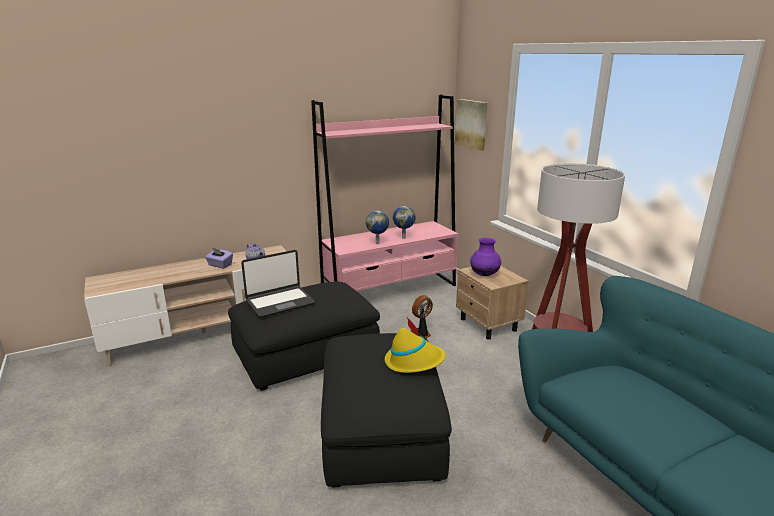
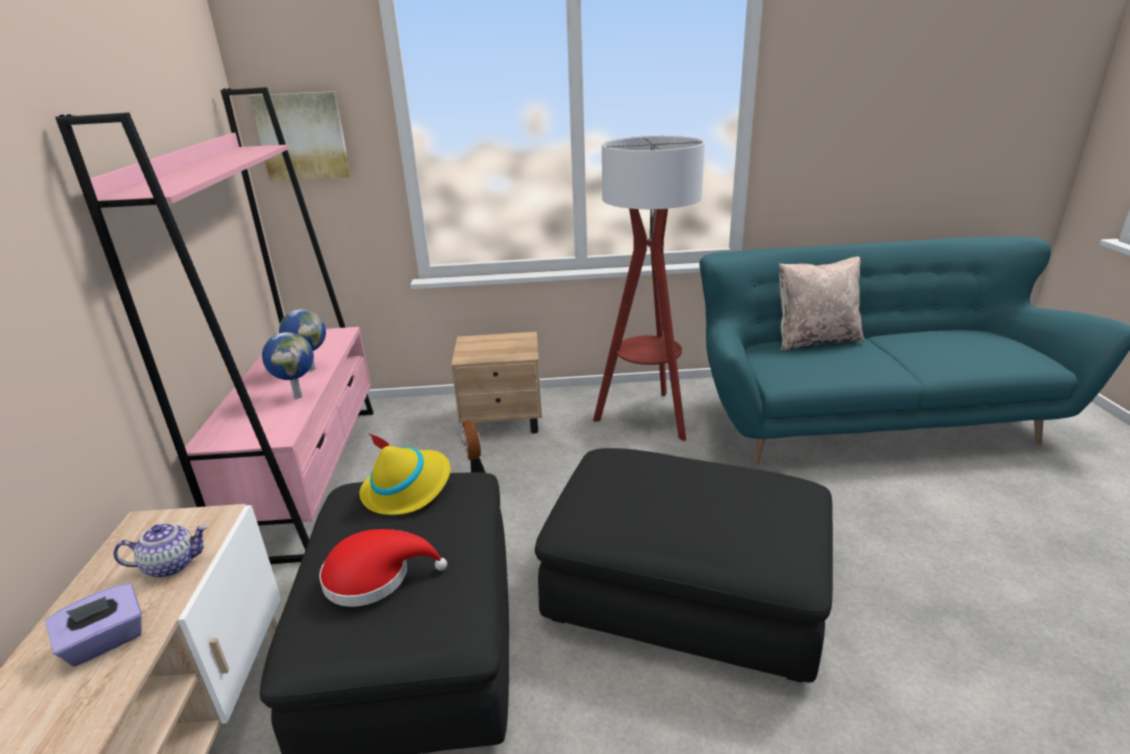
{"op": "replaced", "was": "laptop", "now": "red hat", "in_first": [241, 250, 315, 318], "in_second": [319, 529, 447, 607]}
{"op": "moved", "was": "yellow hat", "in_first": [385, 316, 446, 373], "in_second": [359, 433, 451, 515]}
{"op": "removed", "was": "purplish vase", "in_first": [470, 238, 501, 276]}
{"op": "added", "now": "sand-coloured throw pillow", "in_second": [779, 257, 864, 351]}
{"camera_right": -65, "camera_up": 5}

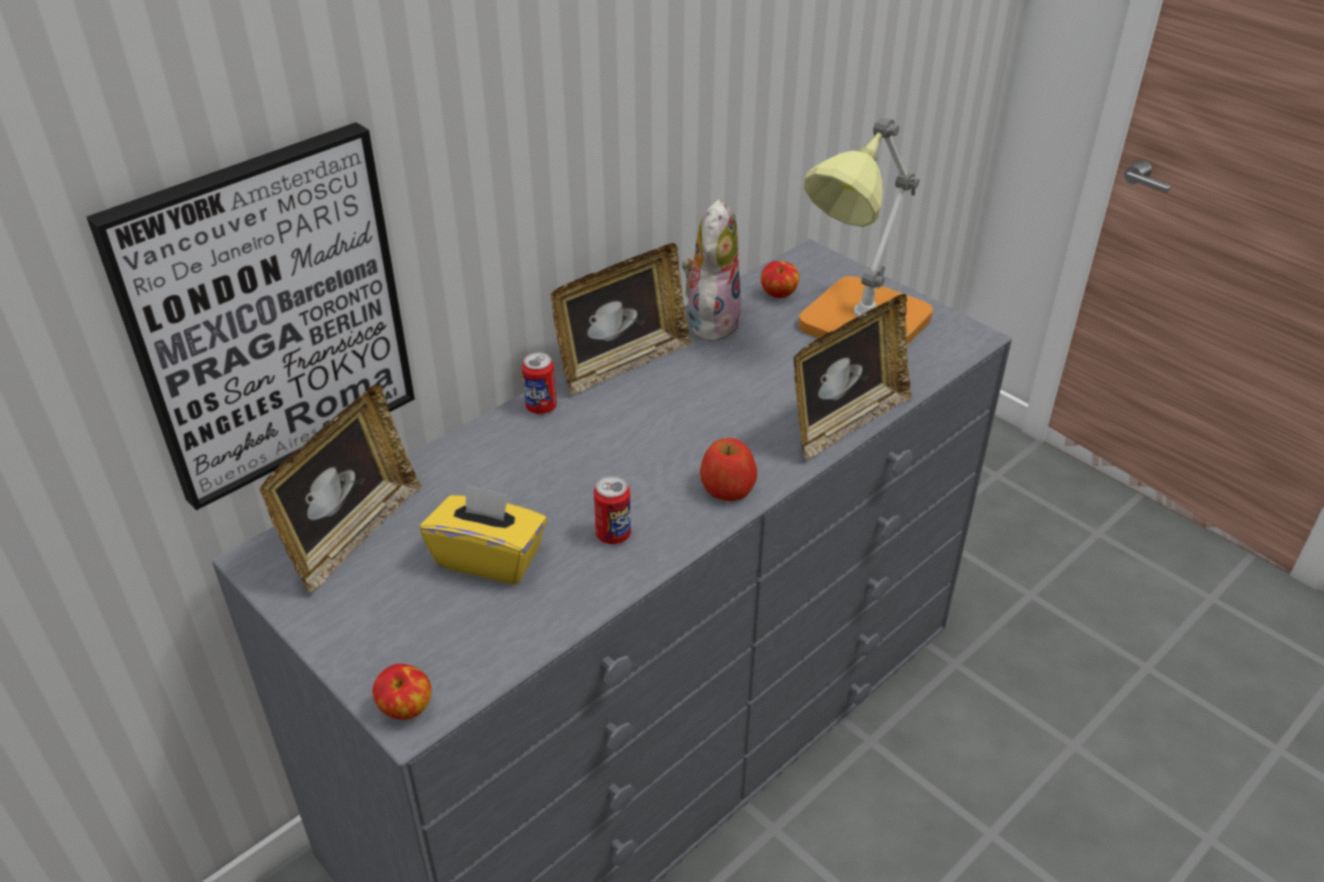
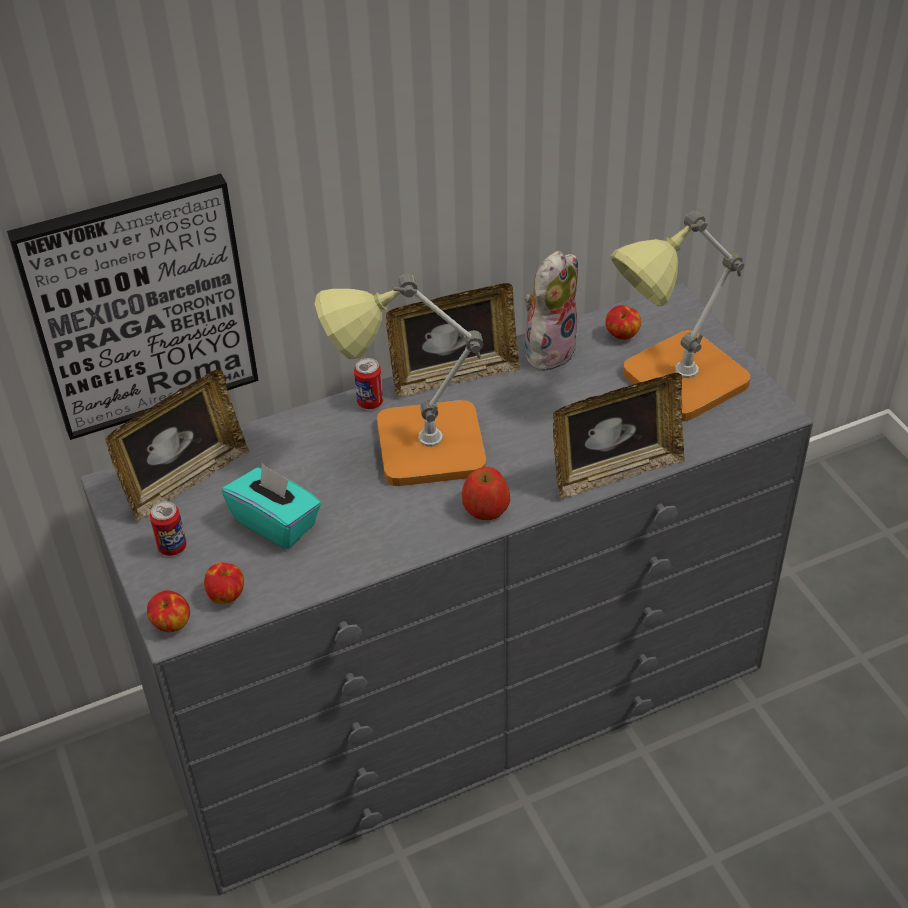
{"op": "recoloured", "was": "yellow tissue box", "now": "blue-green tissue box", "in_first": [420, 483, 547, 584], "in_second": [222, 463, 321, 549]}
{"op": "moved", "was": "metal can", "in_first": [594, 476, 631, 544], "in_second": [150, 501, 187, 556]}
{"op": "added", "now": "apple", "in_second": [204, 562, 244, 604]}
{"op": "added", "now": "tabletop lamp", "in_second": [315, 274, 486, 486]}
{"camera_right": 20, "camera_up": 5}

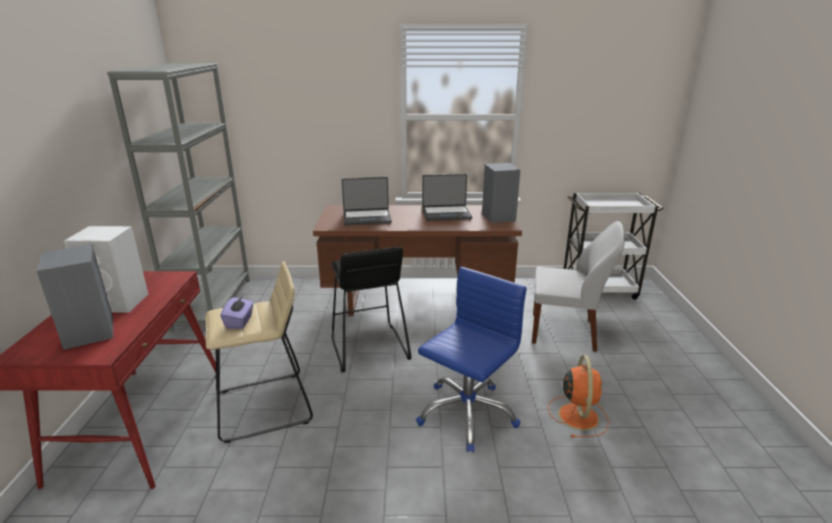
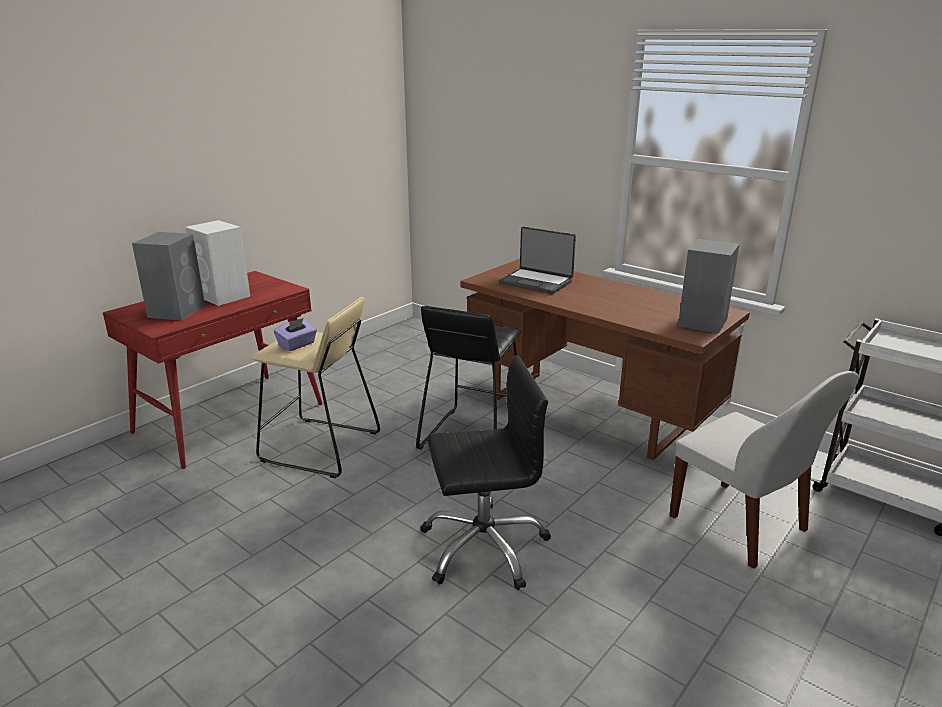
{"op": "removed", "was": "gray bookcase", "in_first": [107, 63, 250, 332]}
{"op": "recoloured", "was": "bluish computer chair", "now": "blackish computer chair", "in_first": [416, 267, 527, 452], "in_second": [420, 355, 551, 590]}
{"op": "removed", "was": "laptop", "in_first": [422, 174, 472, 221]}
{"op": "removed", "was": "orange electric fan", "in_first": [548, 355, 609, 438]}
{"camera_right": 40, "camera_up": 0}

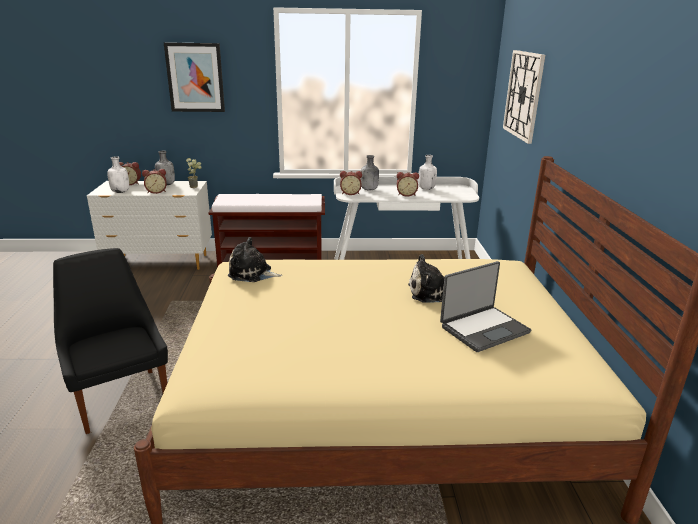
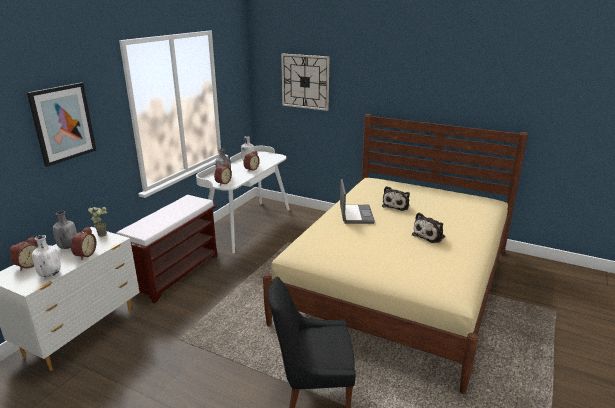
{"op": "moved", "was": "soft toy", "in_first": [228, 237, 282, 282], "in_second": [412, 212, 445, 243]}
{"op": "moved", "was": "laptop", "in_first": [440, 261, 531, 352], "in_second": [340, 179, 375, 224]}
{"camera_right": -60, "camera_up": 0}

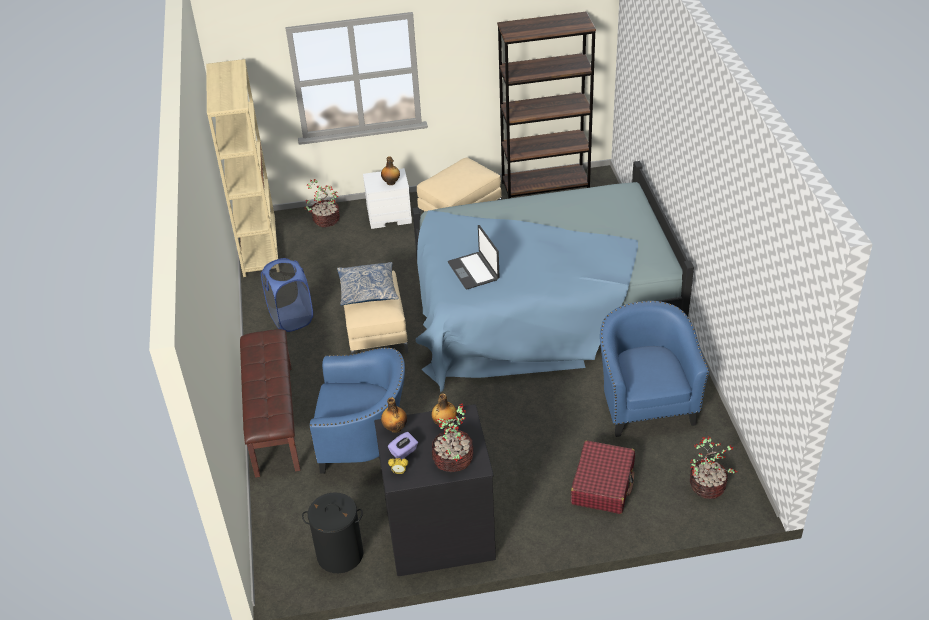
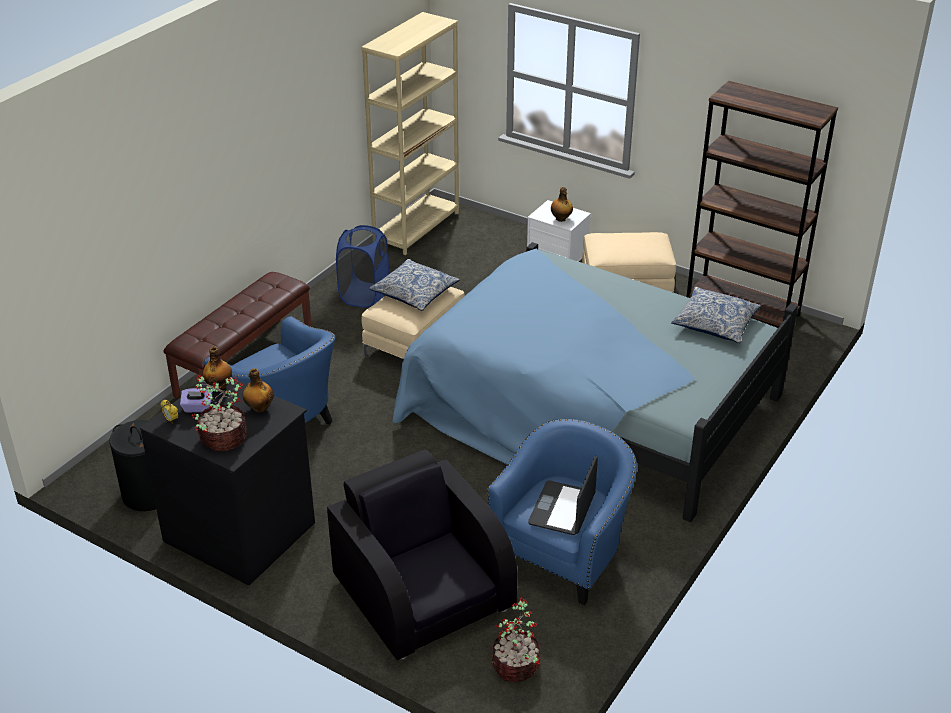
{"op": "removed", "was": "houseplant", "in_first": [305, 179, 340, 227]}
{"op": "moved", "was": "laptop", "in_first": [448, 225, 500, 289], "in_second": [528, 455, 598, 535]}
{"op": "replaced", "was": "red travel case", "now": "blackish easy chair", "in_first": [571, 440, 635, 514], "in_second": [327, 449, 517, 660]}
{"op": "added", "now": "throw pillow", "in_second": [671, 287, 761, 343]}
{"camera_right": 40, "camera_up": -5}

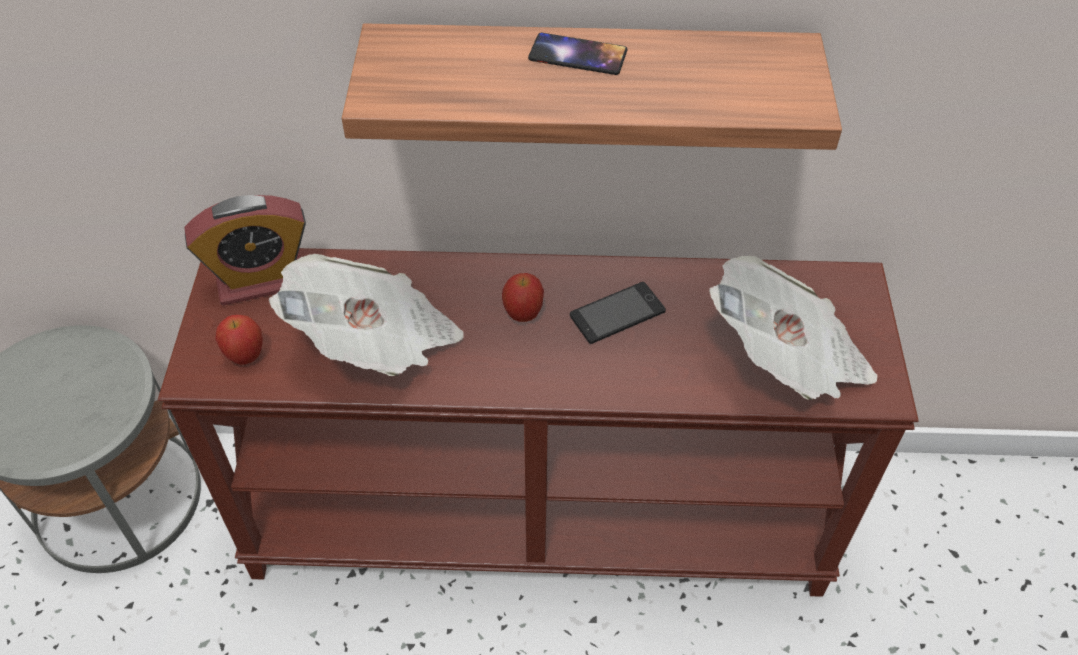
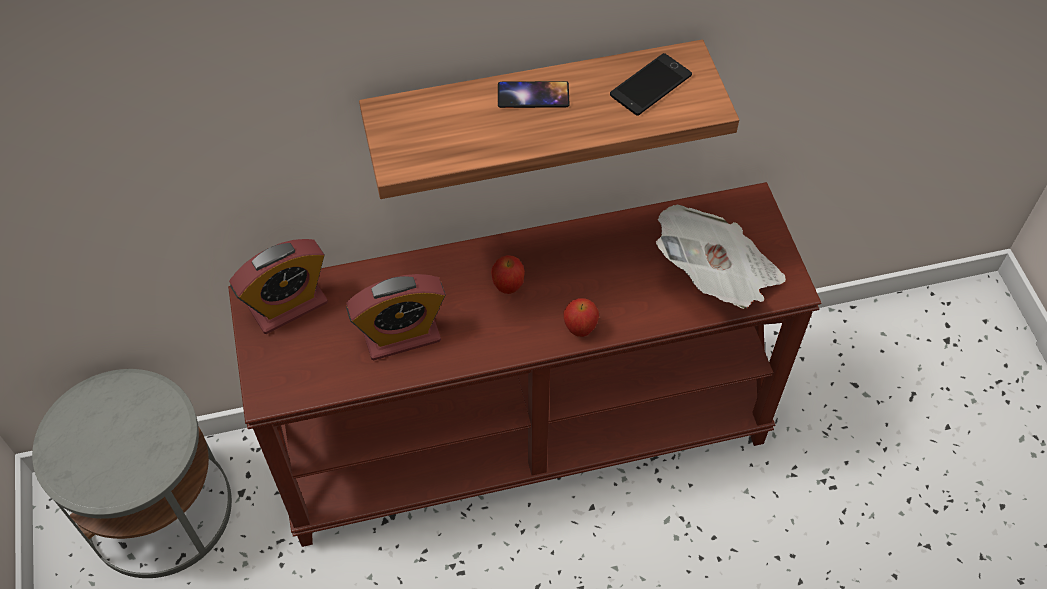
{"op": "moved", "was": "apple", "in_first": [215, 315, 263, 365], "in_second": [564, 298, 599, 337]}
{"op": "replaced", "was": "printed paper", "now": "table clock", "in_first": [269, 254, 463, 376], "in_second": [346, 274, 446, 360]}
{"op": "moved", "was": "telephone", "in_first": [570, 282, 666, 344], "in_second": [610, 53, 692, 116]}
{"camera_right": -15, "camera_up": 5}

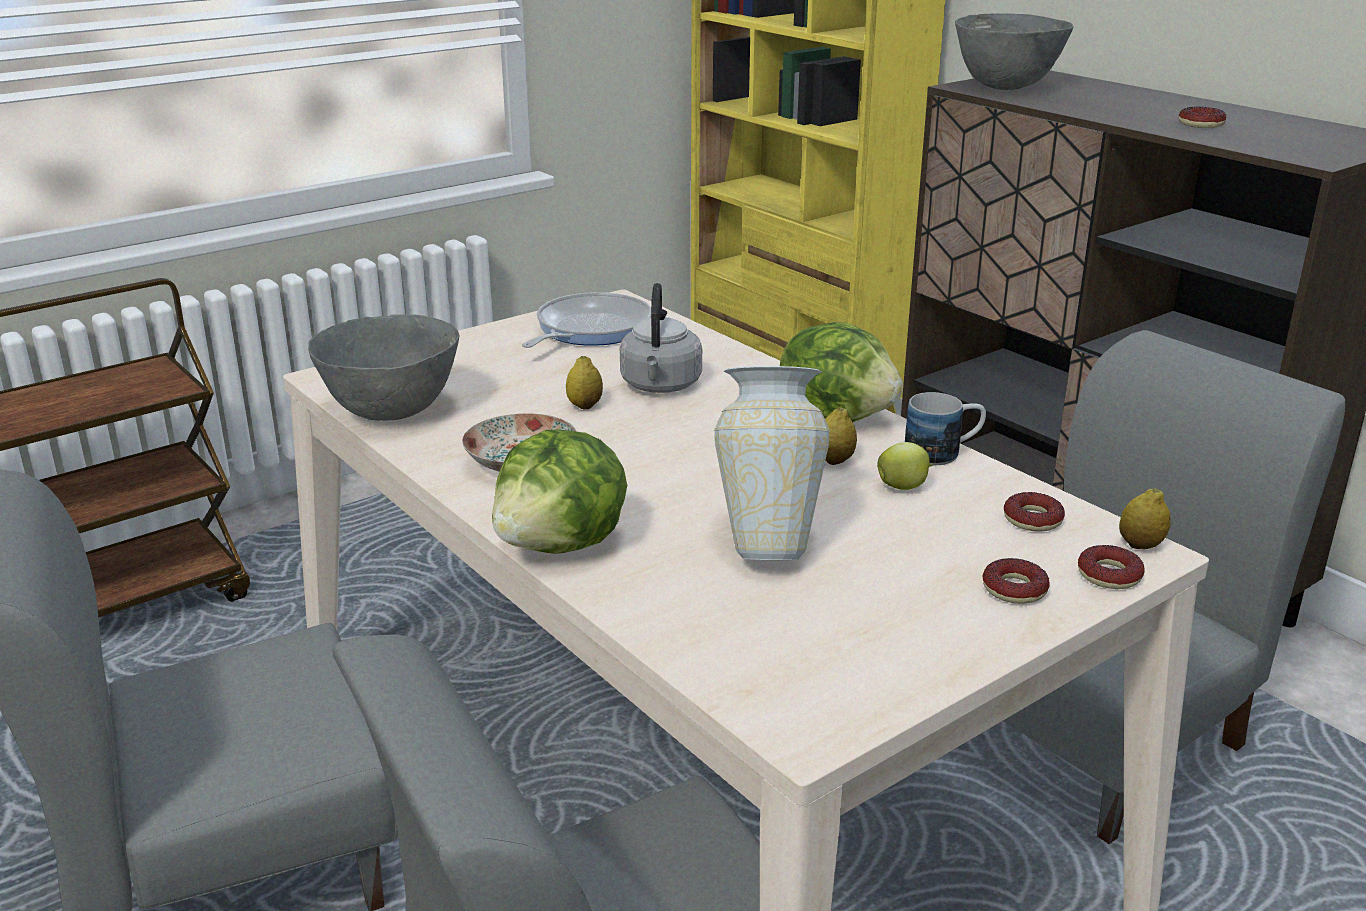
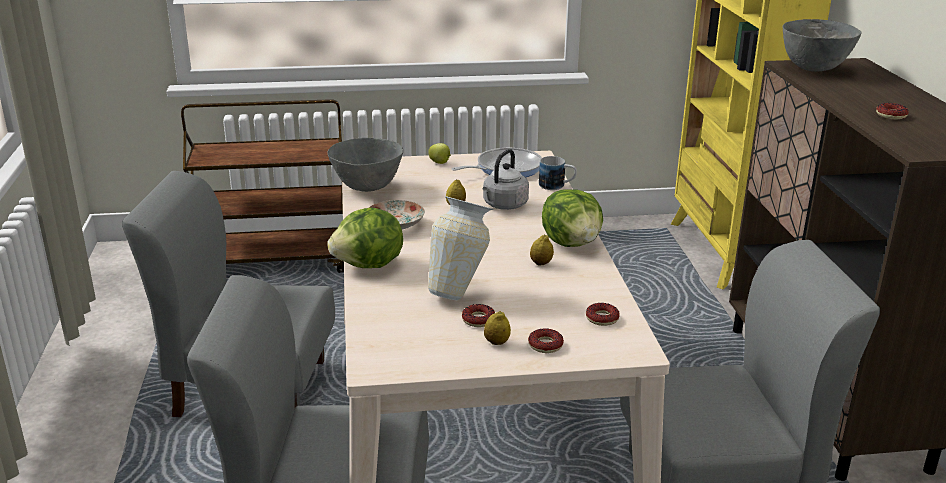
{"op": "moved", "was": "apple", "in_first": [877, 442, 933, 490], "in_second": [428, 143, 451, 164]}
{"op": "moved", "was": "tea mug", "in_first": [905, 392, 986, 465], "in_second": [539, 156, 577, 190]}
{"op": "moved", "was": "ring doughnut", "in_first": [1078, 545, 1145, 589], "in_second": [462, 304, 495, 327]}
{"op": "moved", "was": "citrus fruit", "in_first": [1119, 488, 1171, 549], "in_second": [484, 311, 511, 345]}
{"camera_right": 30, "camera_up": 0}

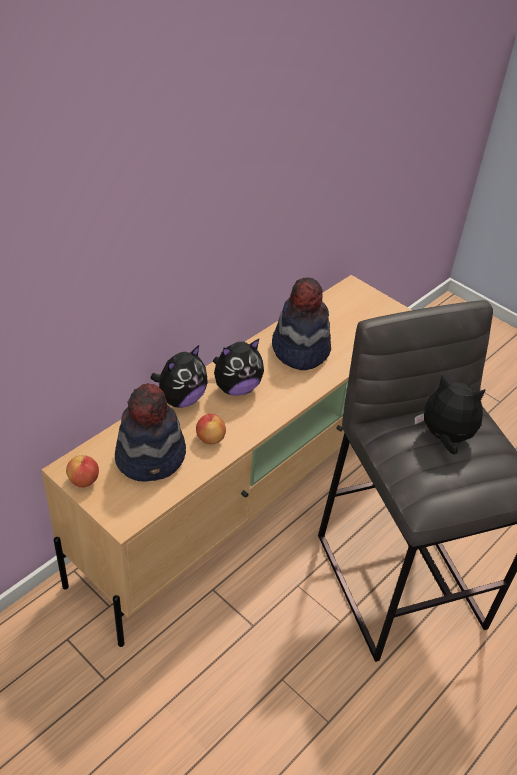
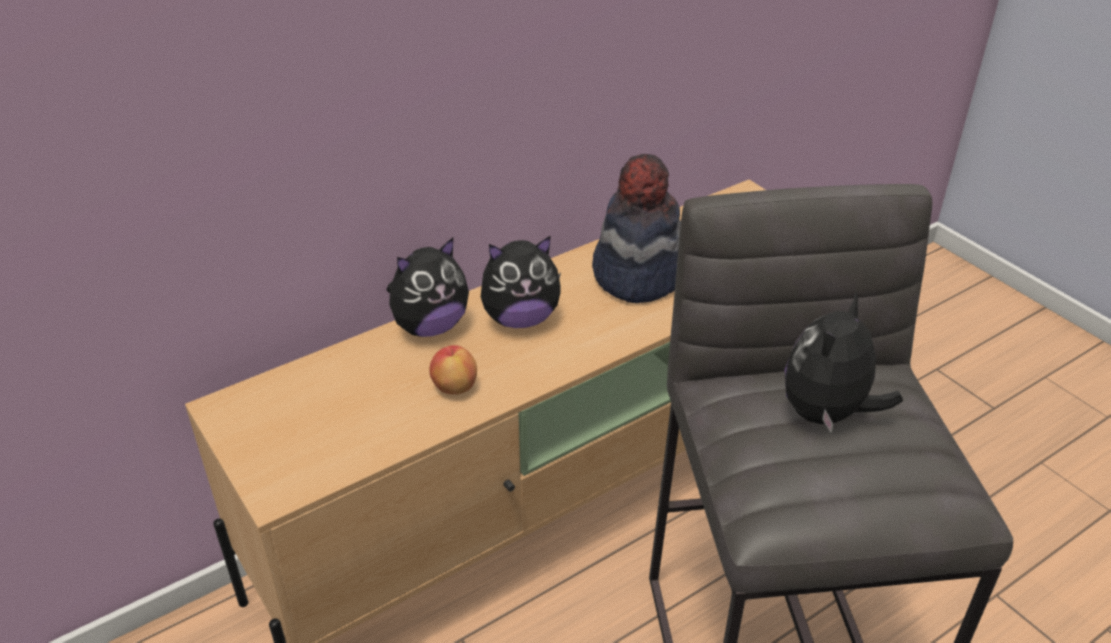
{"op": "removed", "was": "apple", "in_first": [66, 455, 99, 487]}
{"op": "removed", "was": "hat", "in_first": [115, 383, 186, 482]}
{"op": "turned", "was": "soft toy", "in_first": [415, 375, 486, 454], "in_second": [785, 292, 903, 434], "clockwise": -90}
{"camera_right": 15, "camera_up": -5}

